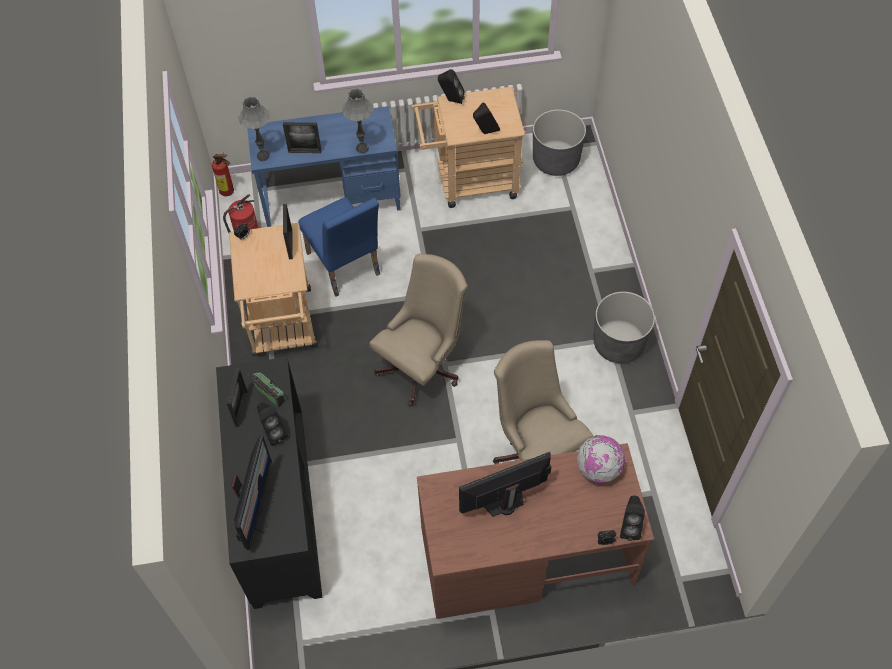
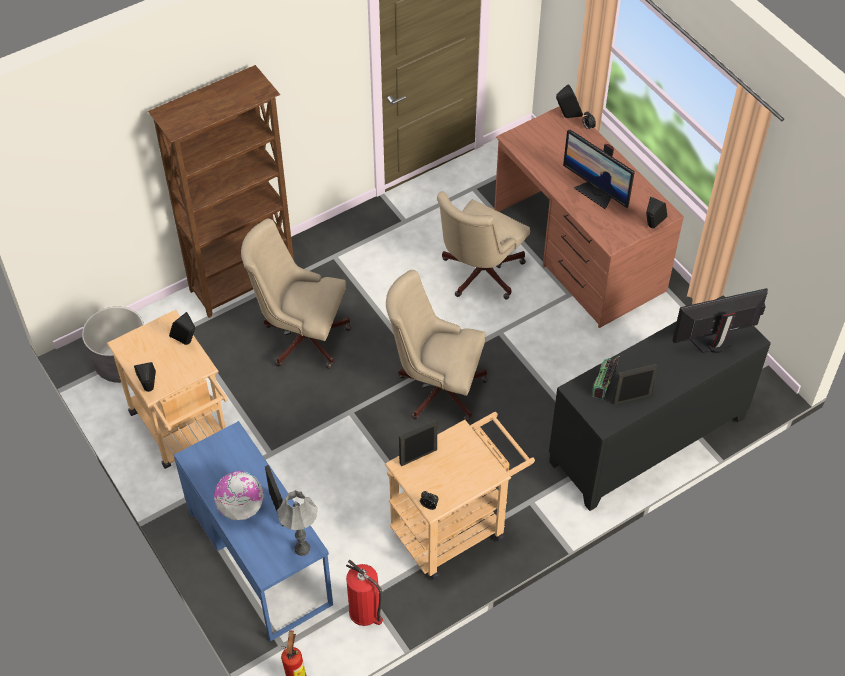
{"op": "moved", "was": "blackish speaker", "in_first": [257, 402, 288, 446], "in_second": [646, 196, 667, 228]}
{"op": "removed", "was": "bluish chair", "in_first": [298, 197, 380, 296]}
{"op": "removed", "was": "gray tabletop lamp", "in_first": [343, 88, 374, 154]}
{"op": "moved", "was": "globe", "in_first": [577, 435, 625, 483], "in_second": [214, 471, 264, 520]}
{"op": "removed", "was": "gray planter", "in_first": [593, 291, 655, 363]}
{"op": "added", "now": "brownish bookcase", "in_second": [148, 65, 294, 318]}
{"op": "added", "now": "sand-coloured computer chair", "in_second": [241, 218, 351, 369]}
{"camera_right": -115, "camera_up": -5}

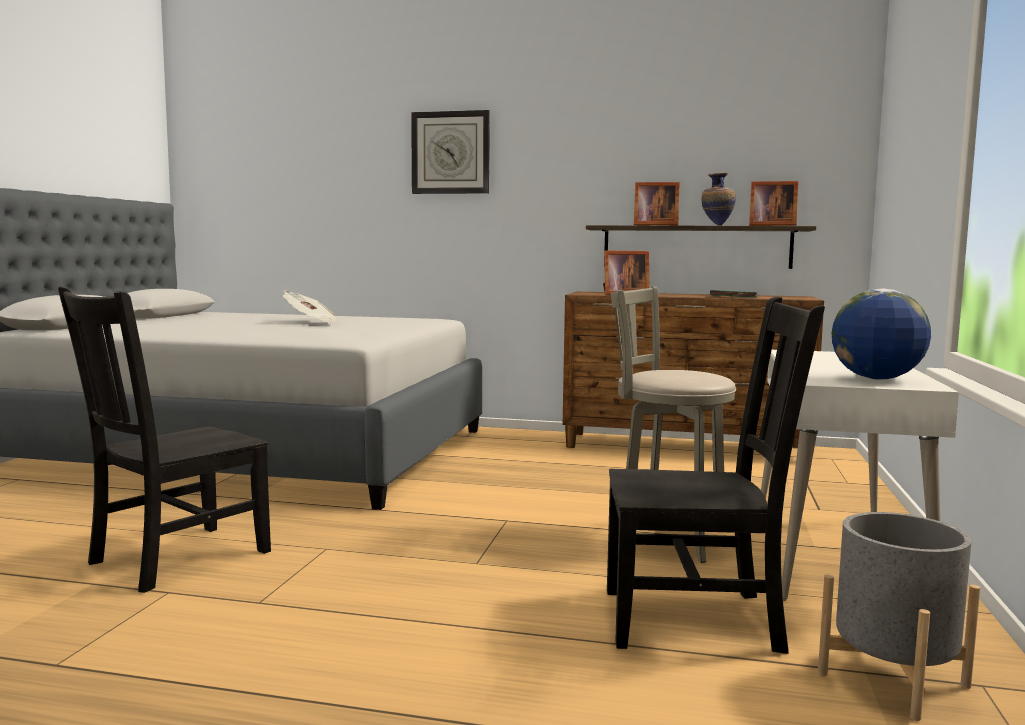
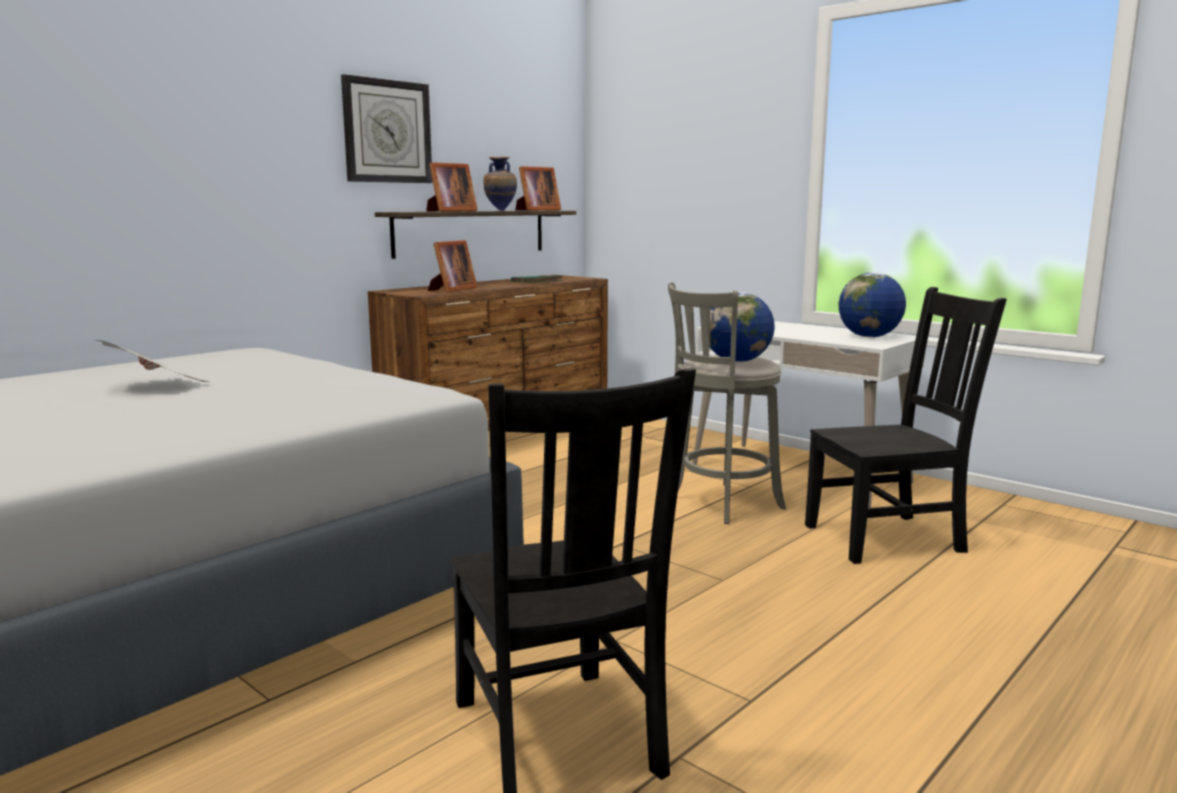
{"op": "moved", "was": "hanging clock", "in_first": [411, 110, 490, 194], "in_second": [341, 74, 433, 183]}
{"op": "turned", "was": "blackish chair", "in_first": [607, 297, 825, 654], "in_second": [805, 287, 1007, 564], "clockwise": 45}
{"op": "removed", "was": "gray planter", "in_first": [818, 512, 980, 721]}
{"op": "added", "now": "globe", "in_second": [709, 292, 775, 362]}
{"camera_right": -60, "camera_up": 5}

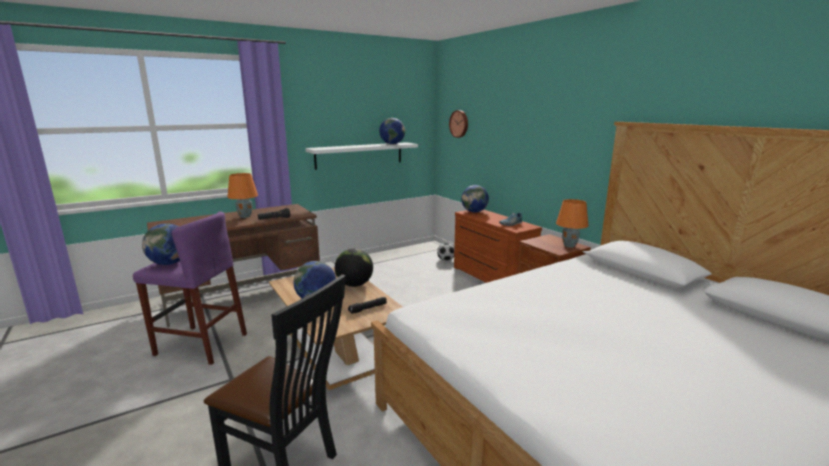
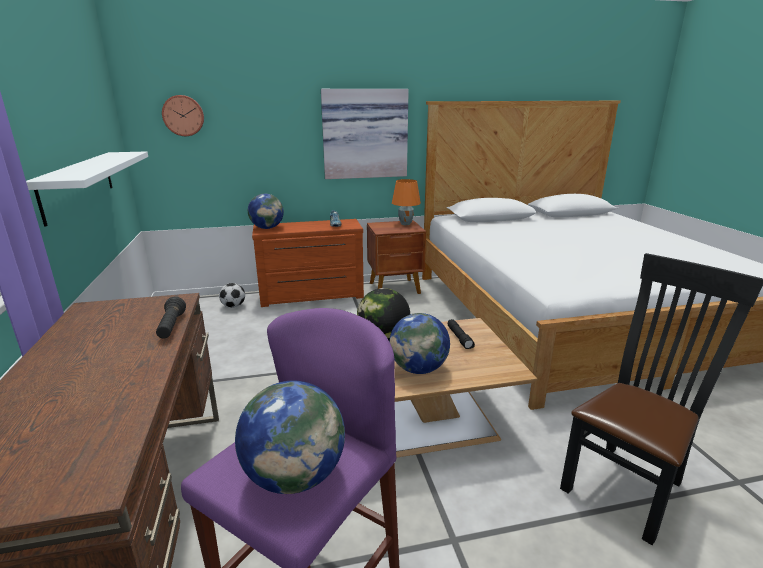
{"op": "removed", "was": "orange tabletop lamp", "in_first": [227, 173, 258, 218]}
{"op": "removed", "was": "globe", "in_first": [379, 118, 405, 144]}
{"op": "added", "now": "picture", "in_second": [321, 89, 409, 179]}
{"camera_right": -70, "camera_up": 5}

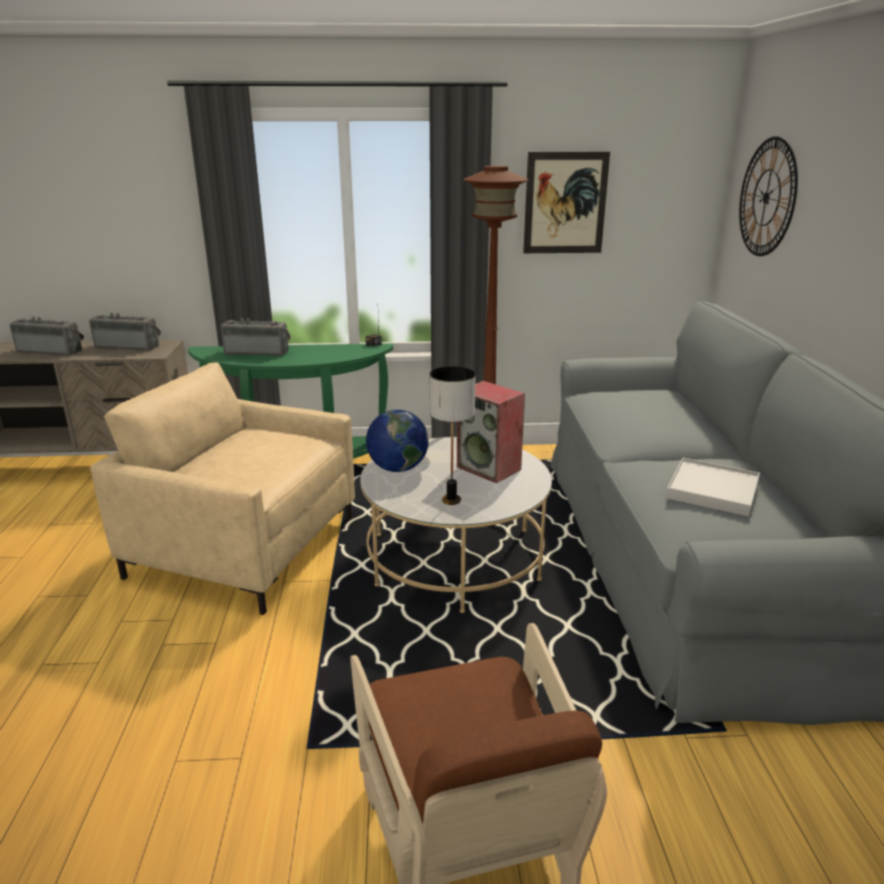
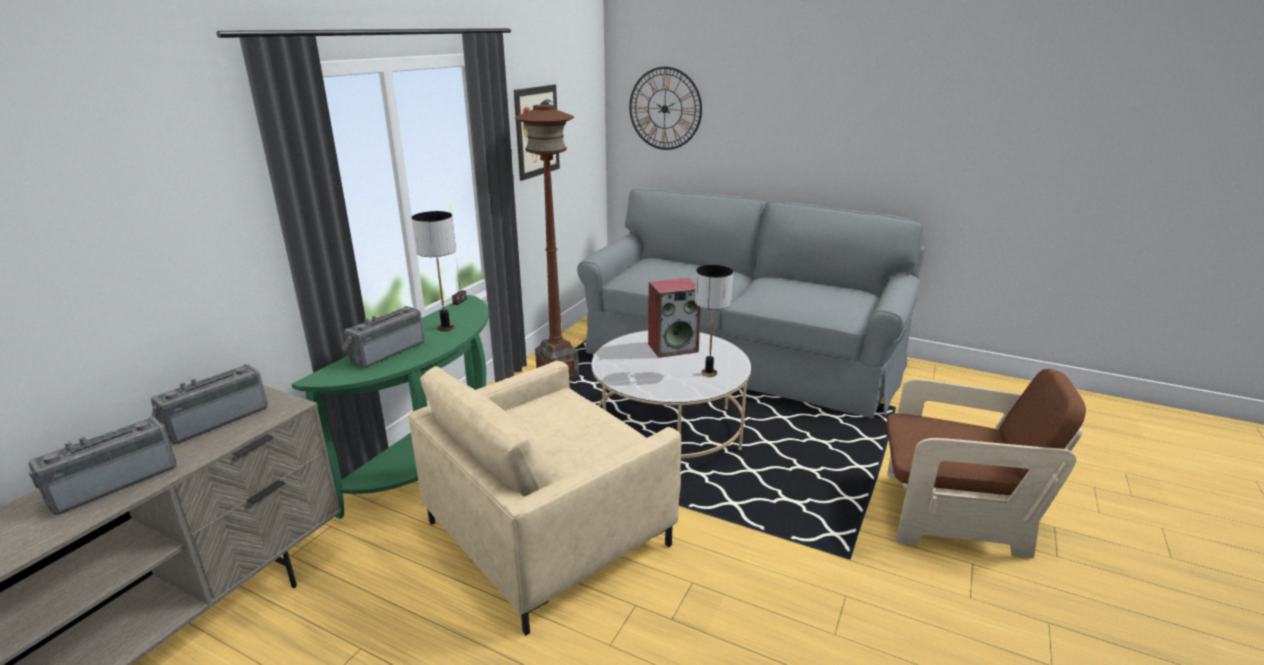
{"op": "removed", "was": "globe", "in_first": [366, 410, 429, 472]}
{"op": "removed", "was": "white serving tray", "in_first": [666, 458, 760, 517]}
{"op": "added", "now": "tabletop lamp", "in_second": [412, 211, 456, 331]}
{"camera_right": -60, "camera_up": 0}

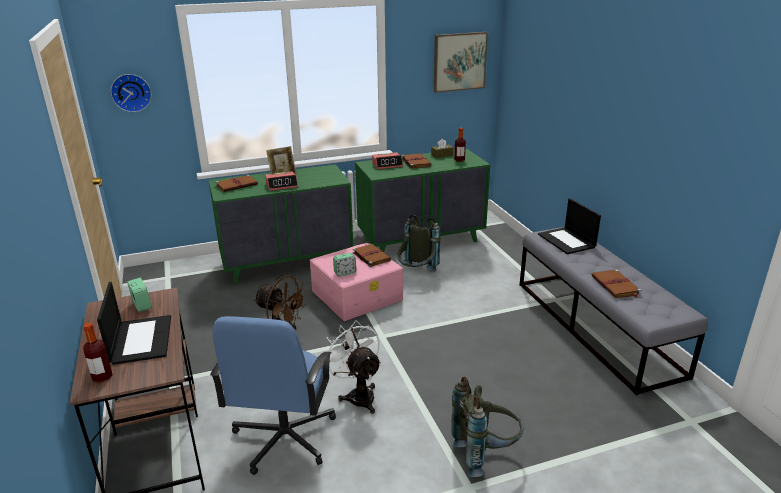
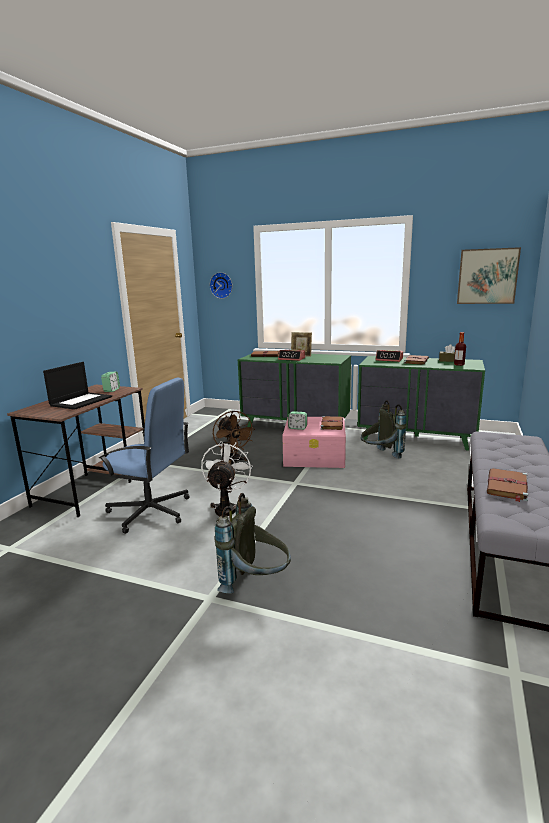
{"op": "removed", "was": "beverage bottle", "in_first": [83, 323, 113, 383]}
{"op": "turned", "was": "bluish computer chair", "in_first": [210, 316, 336, 475], "in_second": [99, 378, 190, 534], "clockwise": -120}
{"op": "removed", "was": "laptop", "in_first": [538, 198, 601, 254]}
{"camera_right": 40, "camera_up": -10}

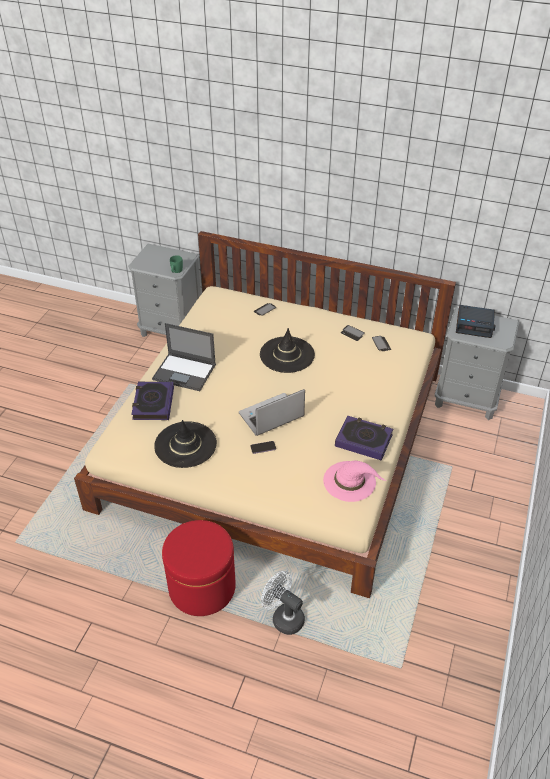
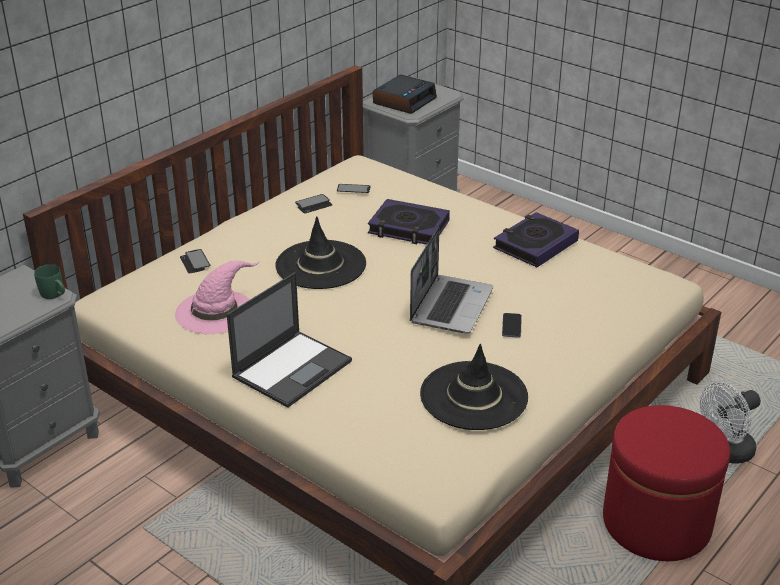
{"op": "moved", "was": "volume", "in_first": [131, 382, 174, 420], "in_second": [368, 199, 450, 245]}
{"op": "turned", "was": "laptop", "in_first": [239, 389, 305, 436], "in_second": [410, 227, 494, 333], "clockwise": -150}
{"op": "moved", "was": "pinkish hat", "in_first": [323, 460, 387, 502], "in_second": [175, 261, 260, 334]}
{"camera_right": -70, "camera_up": -10}

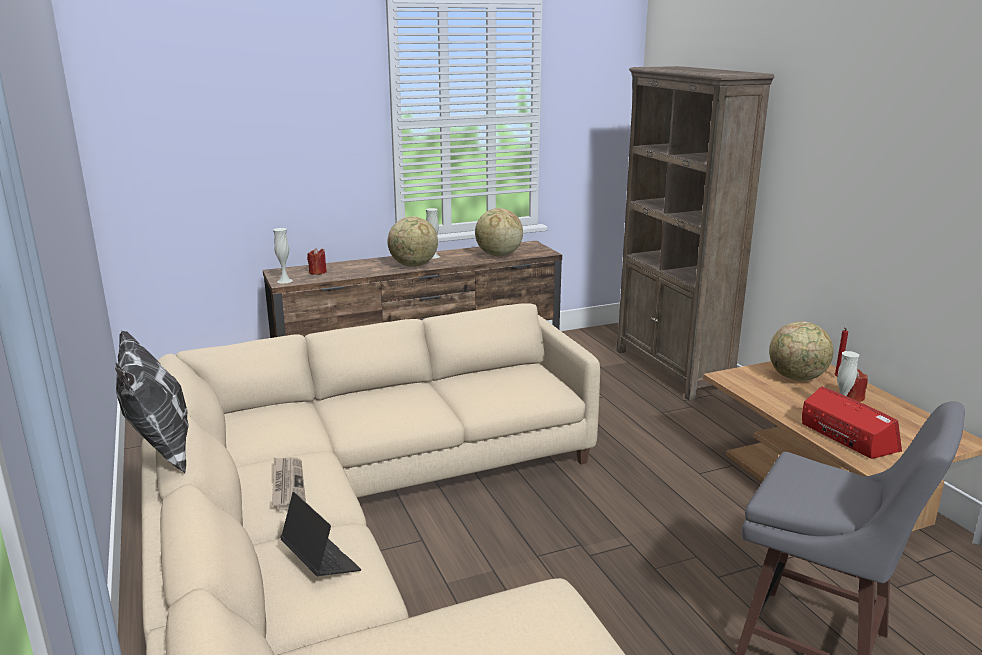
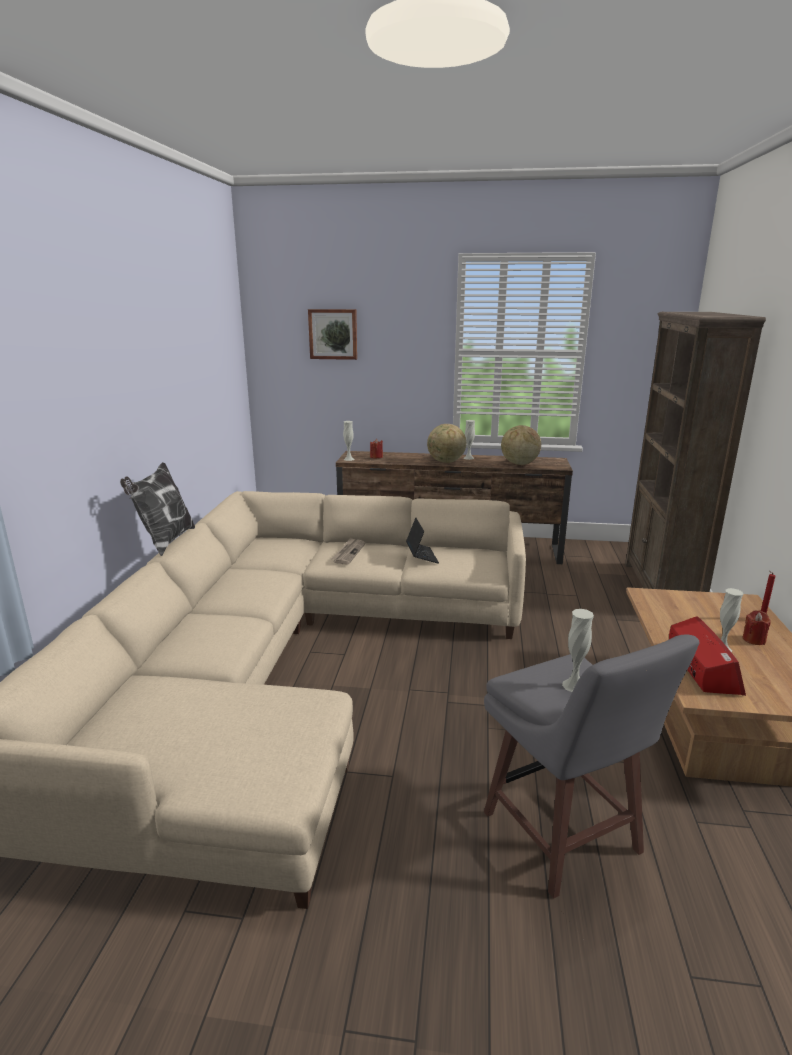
{"op": "moved", "was": "printed paper", "in_first": [272, 457, 306, 510], "in_second": [331, 538, 365, 565]}
{"op": "moved", "was": "laptop", "in_first": [280, 492, 361, 576], "in_second": [406, 517, 439, 564]}
{"op": "removed", "was": "globe", "in_first": [769, 321, 833, 381]}
{"op": "added", "now": "picture", "in_second": [308, 309, 357, 360]}
{"op": "added", "now": "white vase", "in_second": [562, 609, 594, 692]}
{"camera_right": 30, "camera_up": 0}

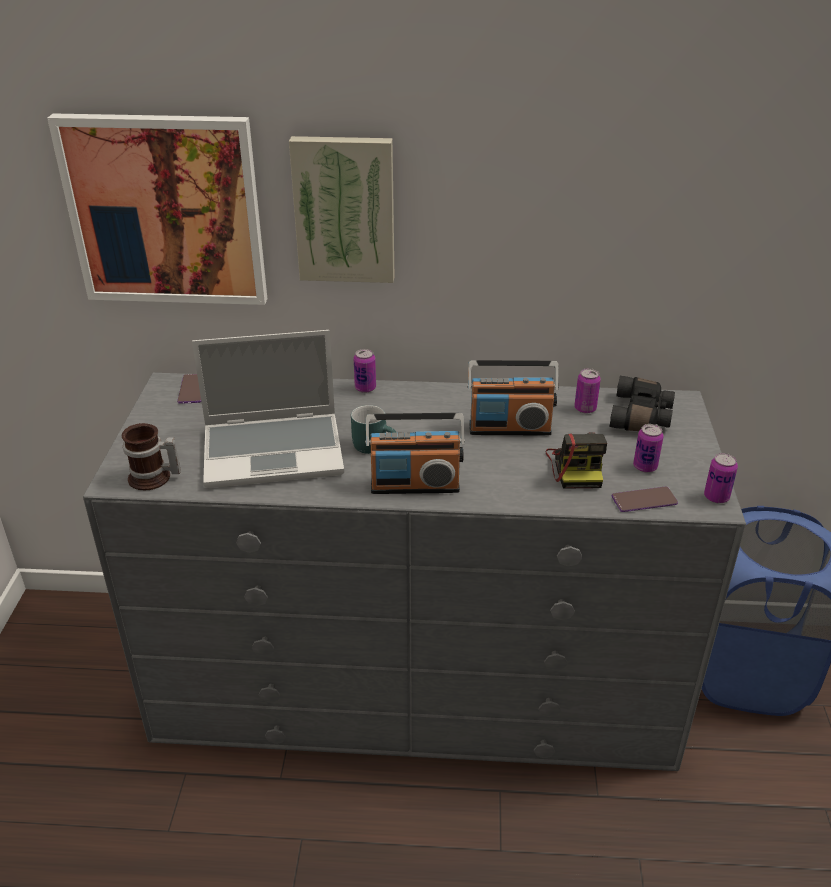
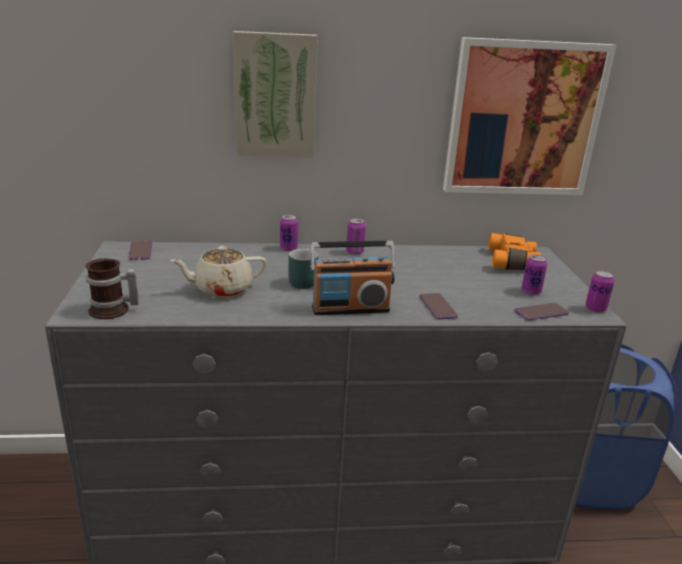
{"op": "moved", "was": "picture", "in_first": [47, 113, 267, 305], "in_second": [443, 37, 616, 195]}
{"op": "replaced", "was": "laptop", "now": "sand-coloured tea pot", "in_first": [192, 330, 344, 488], "in_second": [170, 246, 267, 298]}
{"op": "removed", "was": "radio", "in_first": [467, 360, 559, 436]}
{"op": "removed", "was": "photo camera", "in_first": [546, 432, 607, 489]}
{"op": "moved", "was": "metal can", "in_first": [574, 368, 601, 414], "in_second": [346, 218, 366, 255]}
{"op": "recoloured", "was": "blackish pair of binoculars", "now": "orange pair of binoculars", "in_first": [610, 376, 675, 431], "in_second": [488, 233, 541, 270]}
{"op": "added", "now": "telephone", "in_second": [419, 293, 458, 320]}
{"camera_right": -10, "camera_up": -10}

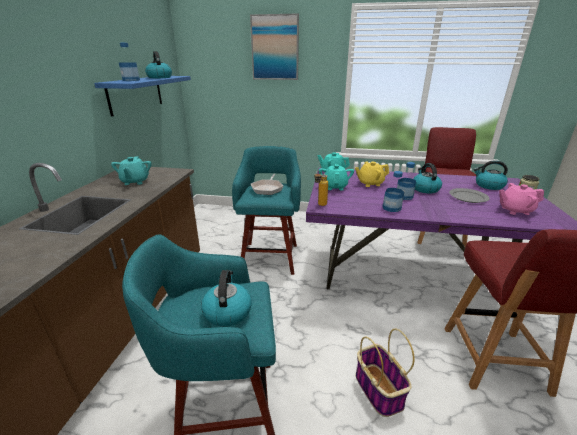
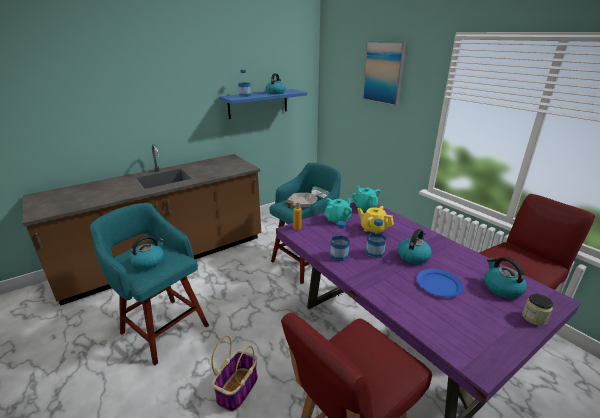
{"op": "removed", "was": "blue-green tea pot", "in_first": [111, 156, 151, 185]}
{"op": "recoloured", "was": "gray plate", "now": "bluish plate", "in_first": [449, 188, 490, 203], "in_second": [416, 269, 463, 297]}
{"op": "removed", "was": "pinkish tea pot", "in_first": [499, 183, 544, 215]}
{"camera_right": 45, "camera_up": 0}

